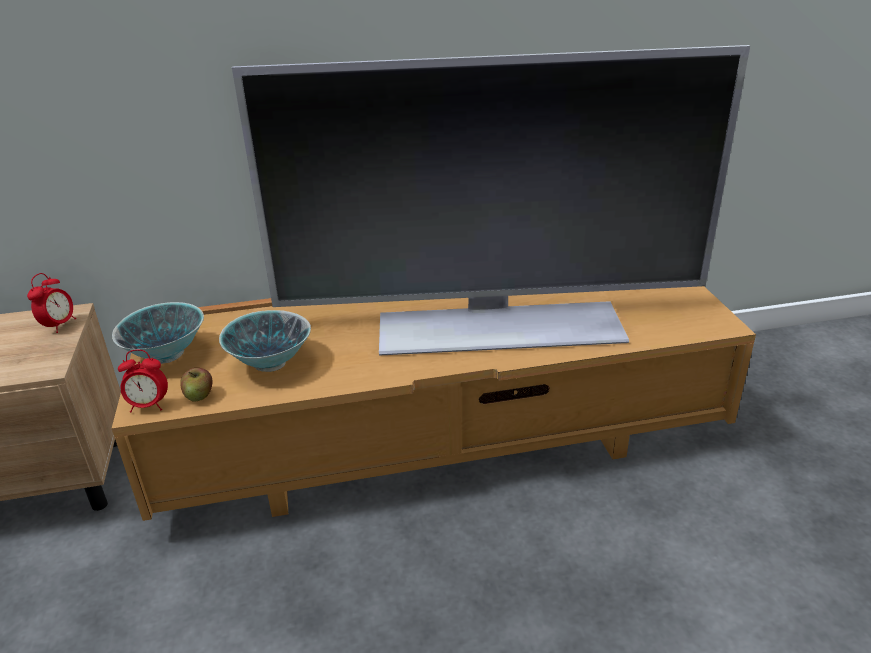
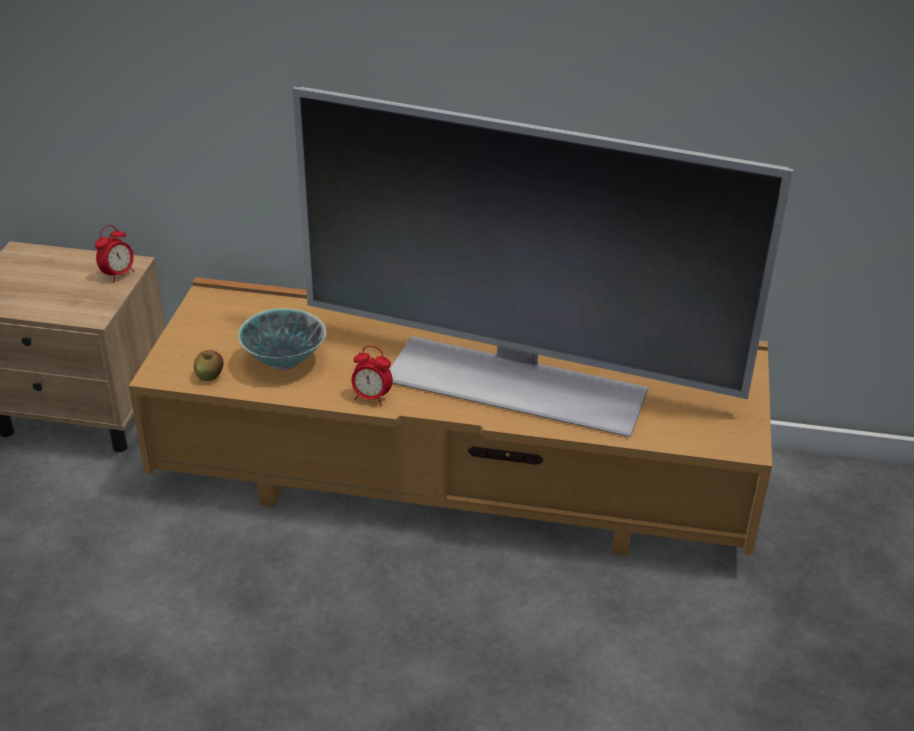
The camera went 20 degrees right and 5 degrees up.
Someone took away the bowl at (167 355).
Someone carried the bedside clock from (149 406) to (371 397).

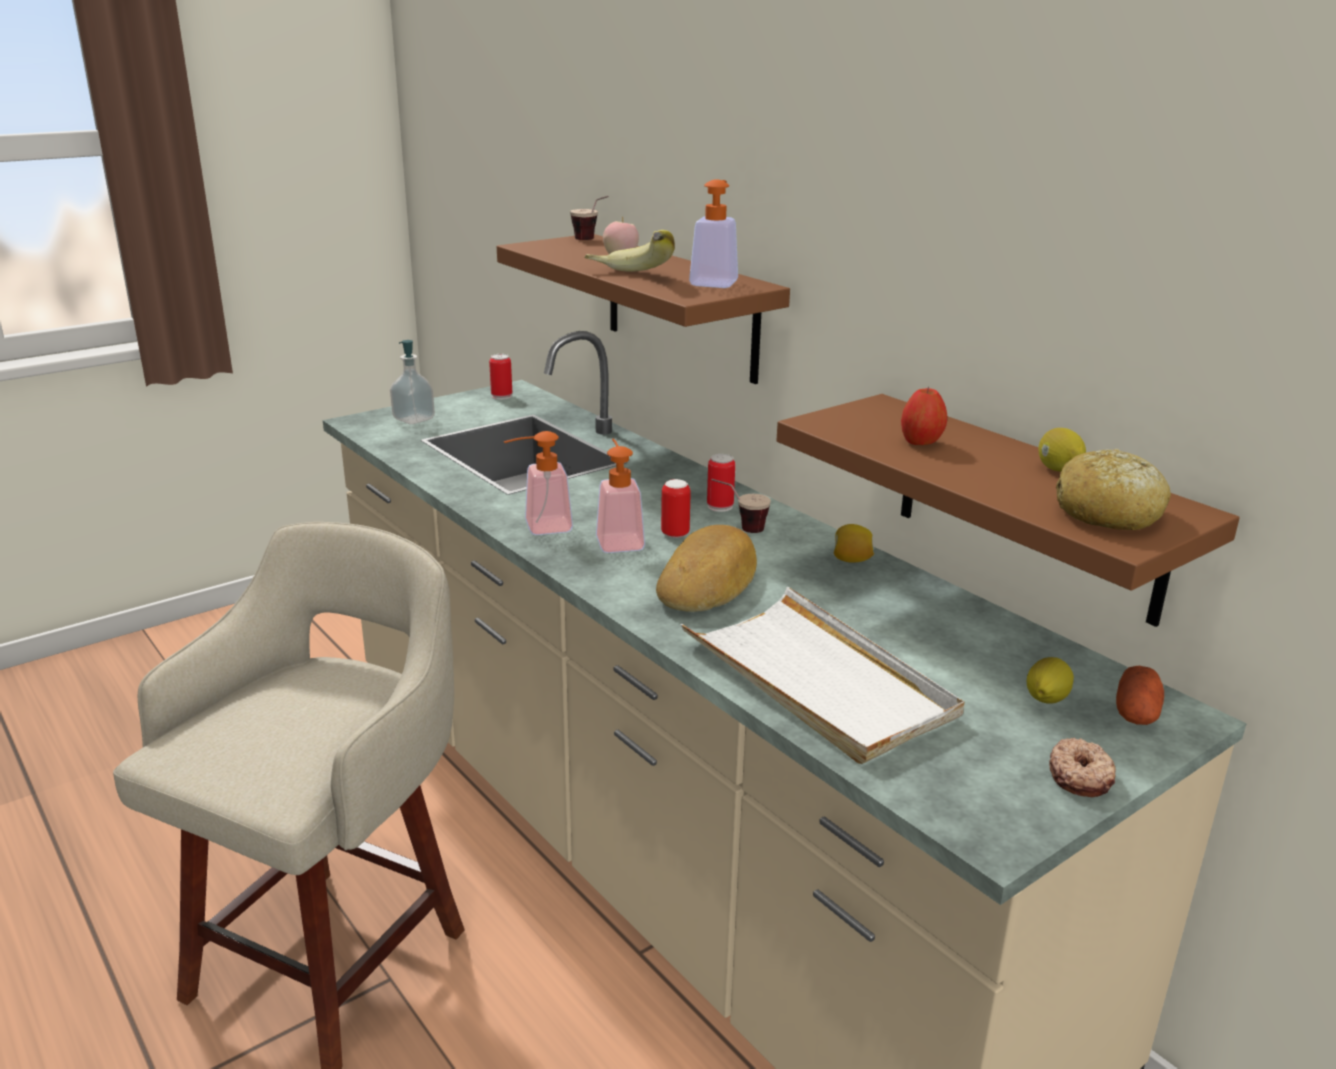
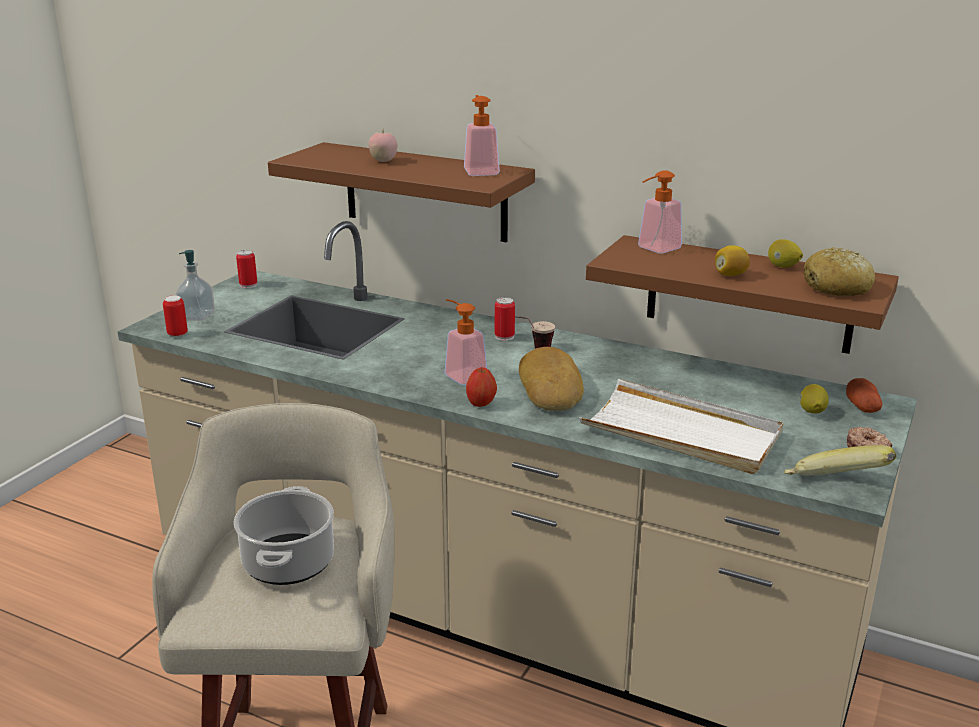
The camera went 25 degrees left and 0 degrees up.
Someone took away the small cup at (591 240).
Someone put down the stockpot at (289 563).
Someone carried the soap dispenser from (539 527) to (654 249).
Someone carried the banana fruit from (628 277) to (834 486).
Someone carried the sealed can from (675 534) to (177 334).
Someone carried the whole lemon from (851 560) to (730 275).
Someone carried the apple fruit from (921 443) to (481 403).

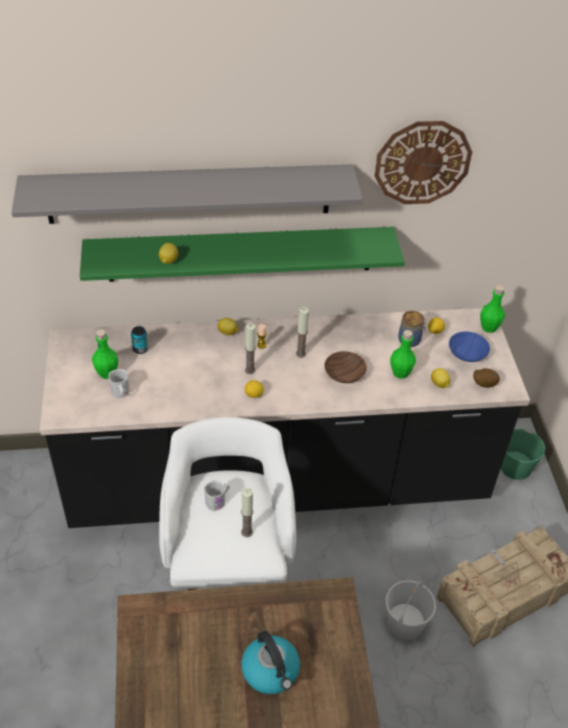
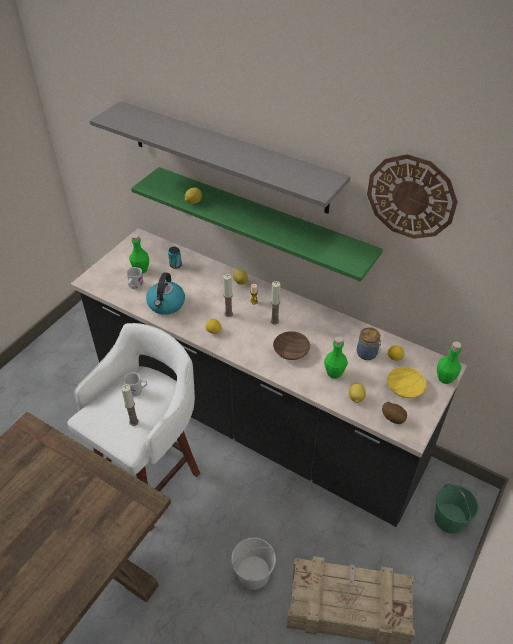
The camera went 40 degrees right and 0 degrees up.
Someone carried the water kettle from (271 671) to (166 304).
Someone repainted the blue-coloured bowl at (467 352), which became the yellow-coloured bowl at (405 387).

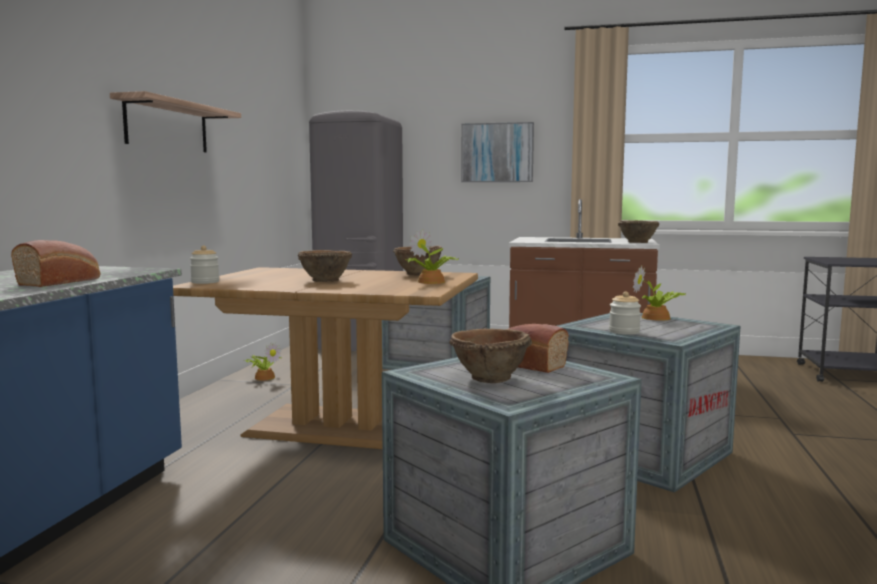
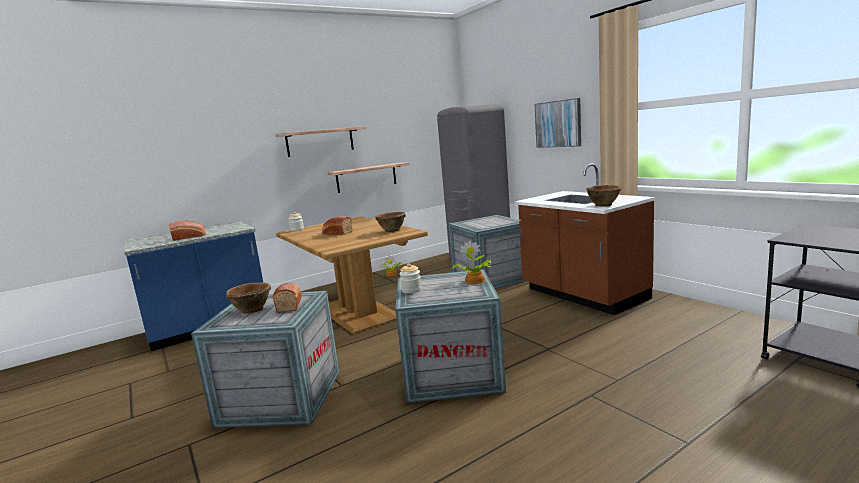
The camera went 45 degrees right and 5 degrees up.
Someone took away the houseplant at (431 282).
Someone put up the wall shelf at (366 177).
Someone swapped the brown bowl at (325 280) for the bakery bread at (336 233).

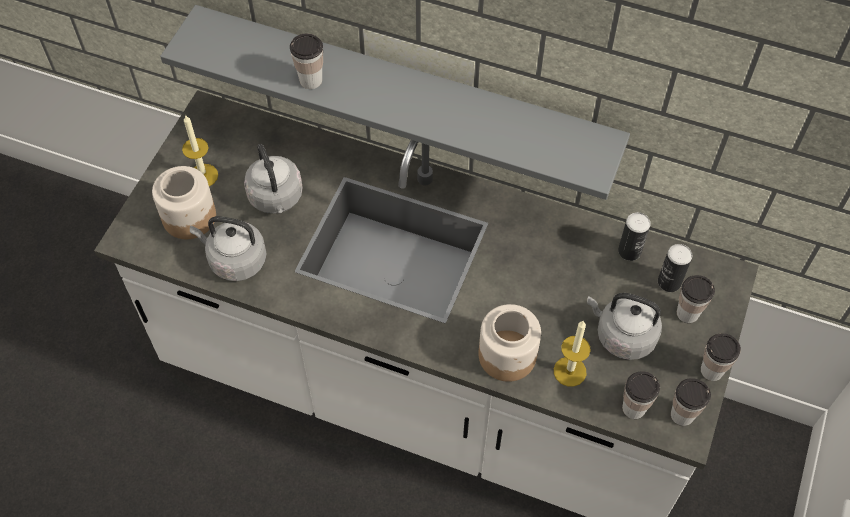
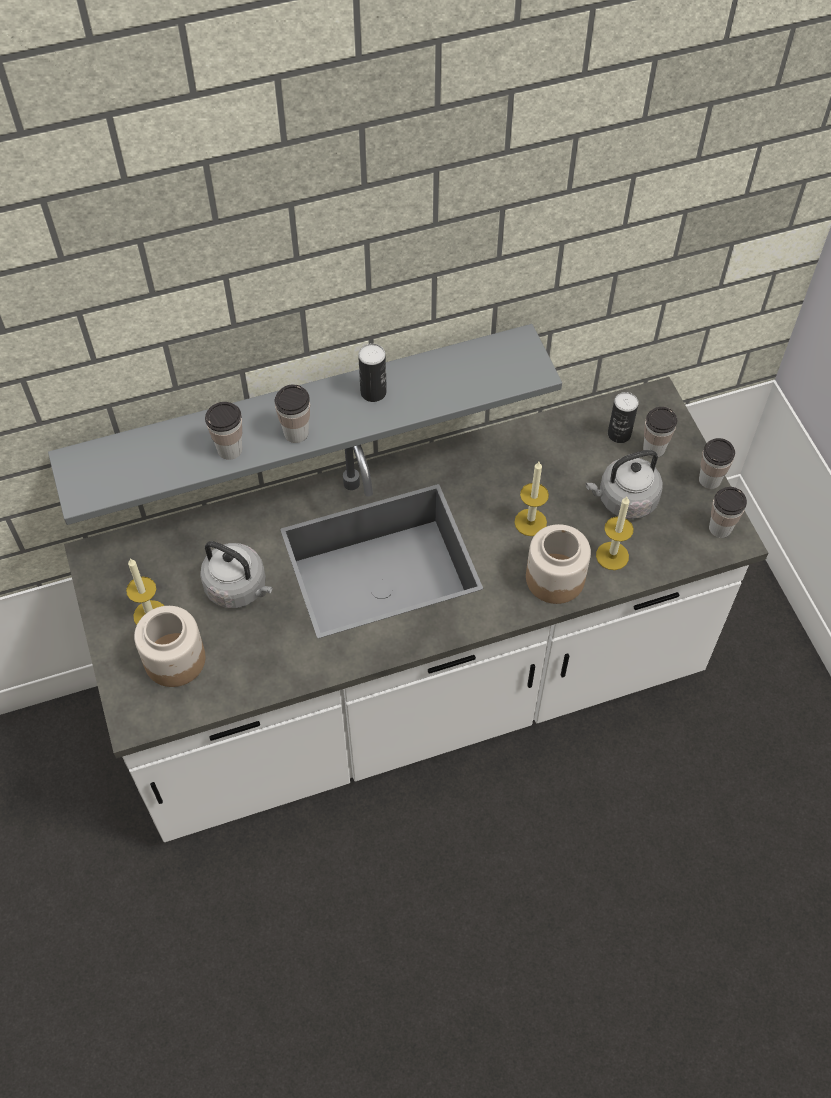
The camera went 40 degrees left and 0 degrees up.
Someone took away the greyish water kettle at (235 260).
Someone put down the candle at (530 522).
Someone carried the sealed can from (629 251) to (373 392).
Someone carried the small cup from (634 408) to (296 433).

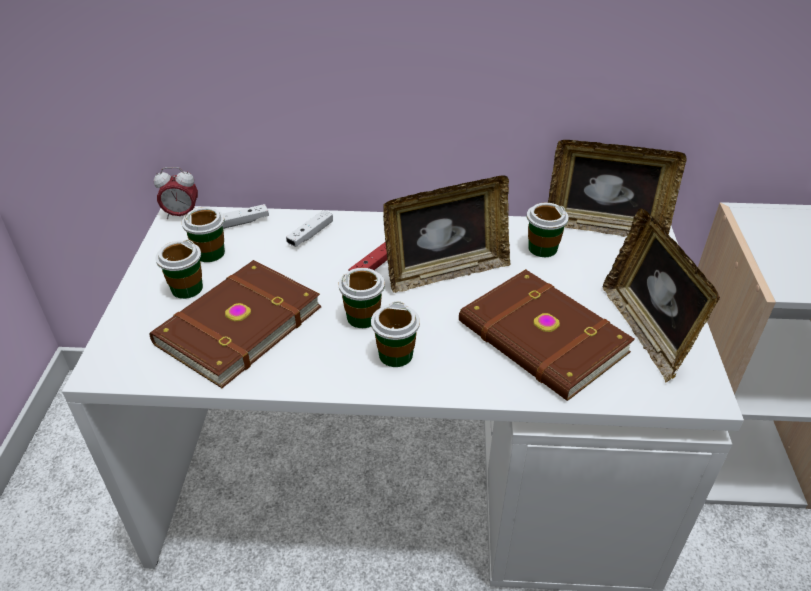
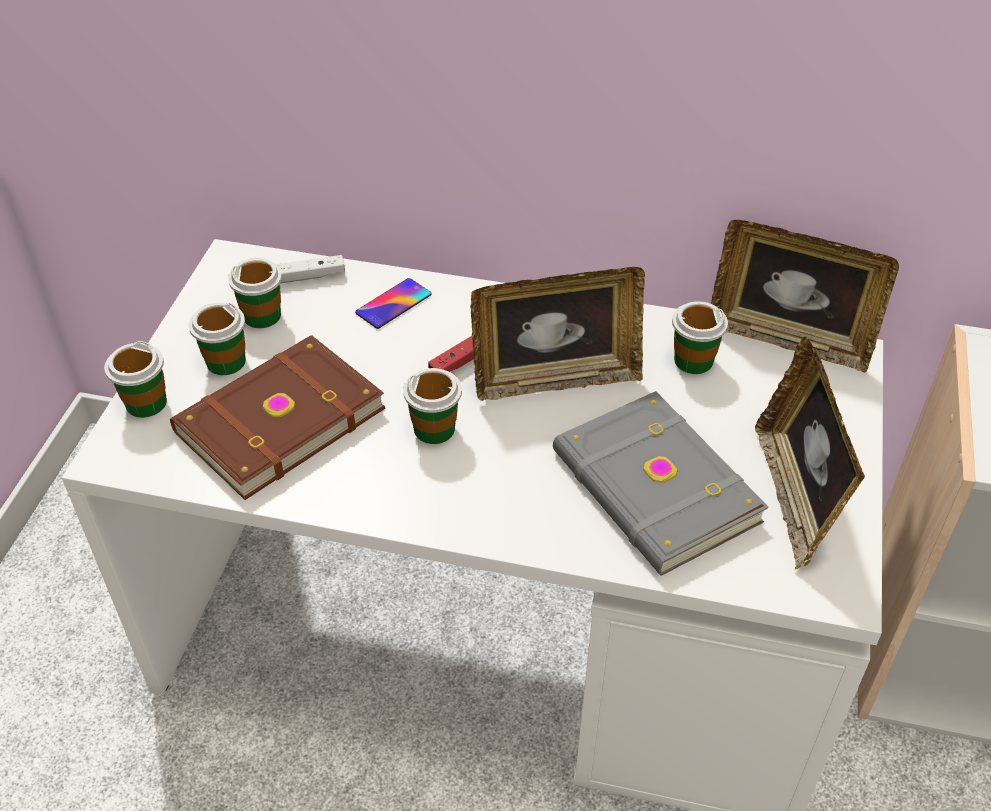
The camera went 10 degrees right and 5 degrees up.
Someone took away the bedside clock at (182 215).
Someone carried the small cup from (395 355) to (146 403).
Someone swapped the white-coloured gamepad at (310 234) for the phone at (393 304).
Someone repainted the brown volume at (541 339), which became the greyish volume at (653 489).

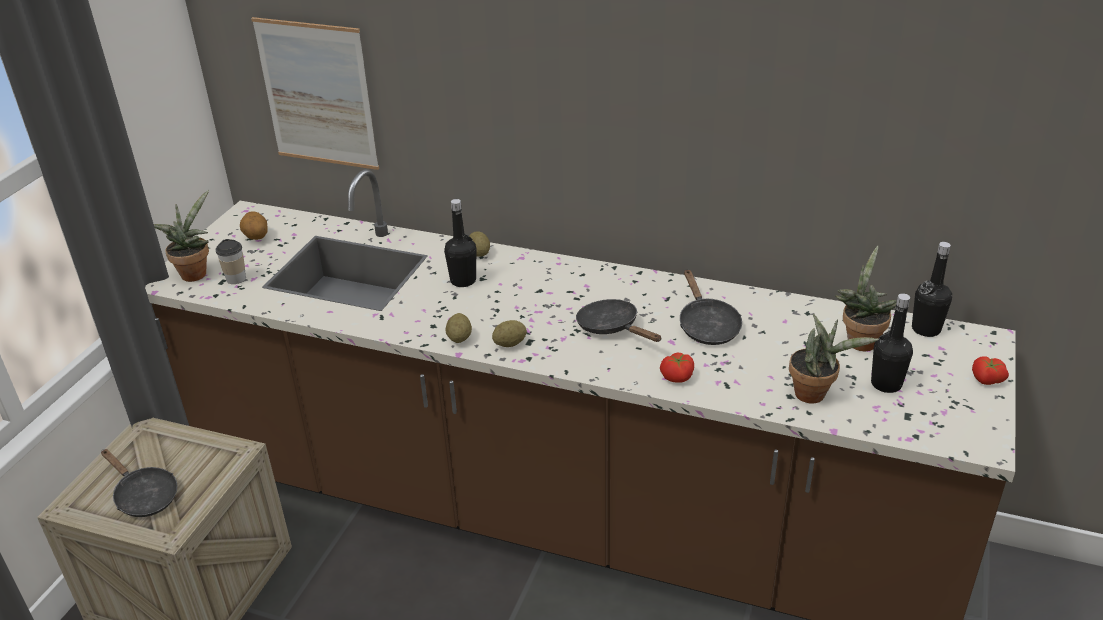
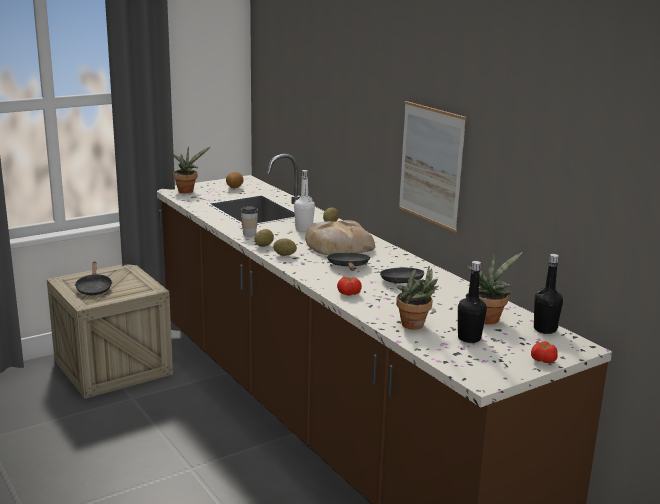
The camera went 35 degrees right and 15 degrees down.
Someone put down the bakery bread at (337 245).
Someone carried the small cup from (236 279) to (249 234).
Someone carried the wall art from (317 94) to (431 165).
Someone repainted the black beverage bottle at (463 280), which became the white-coloured beverage bottle at (304 228).
Someone rotated the black pan at (707 325) by 135 degrees clockwise.

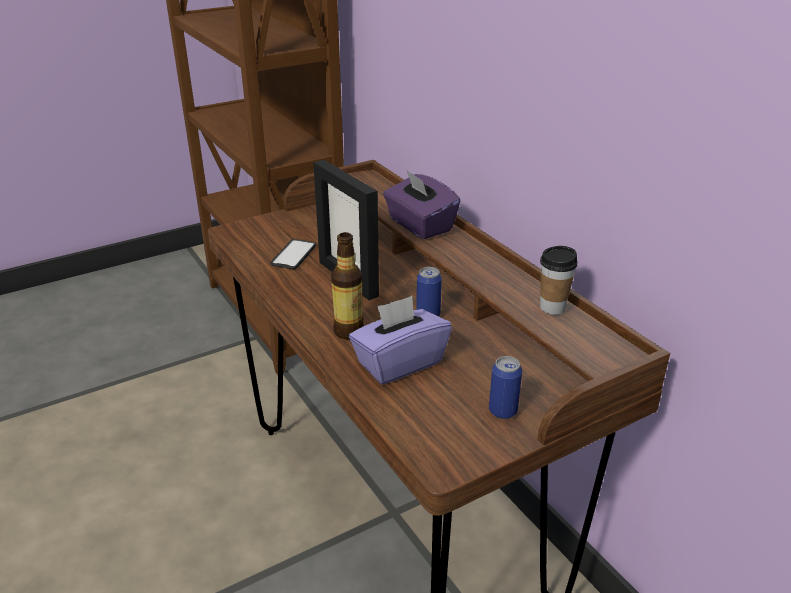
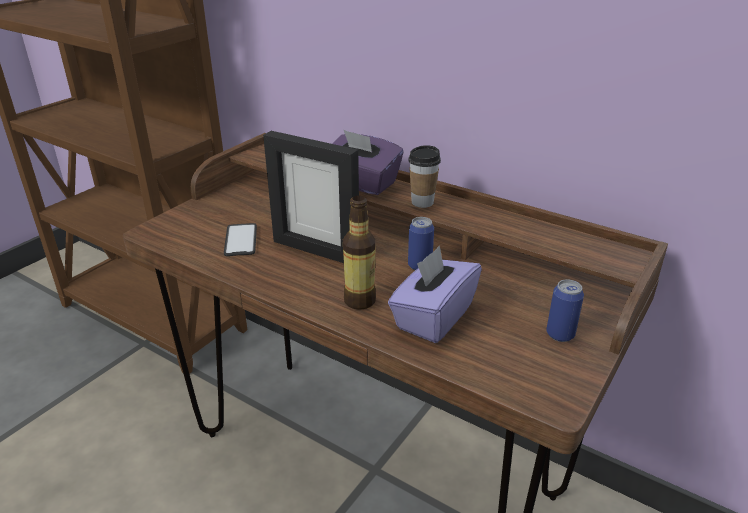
The camera went 25 degrees left and 0 degrees up.
Someone carried the small cup from (552 308) to (422 202).

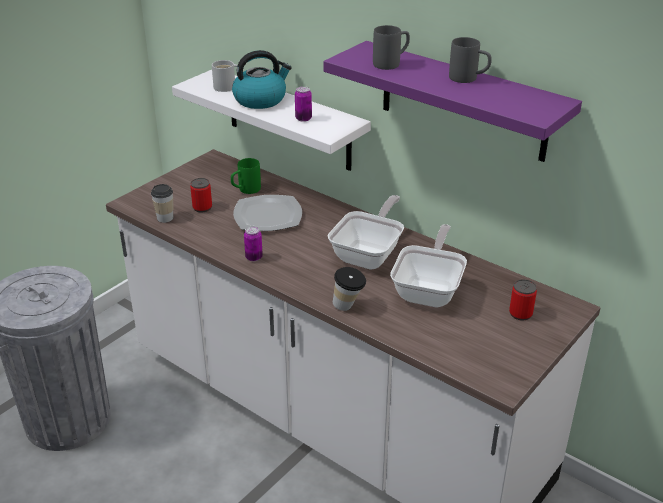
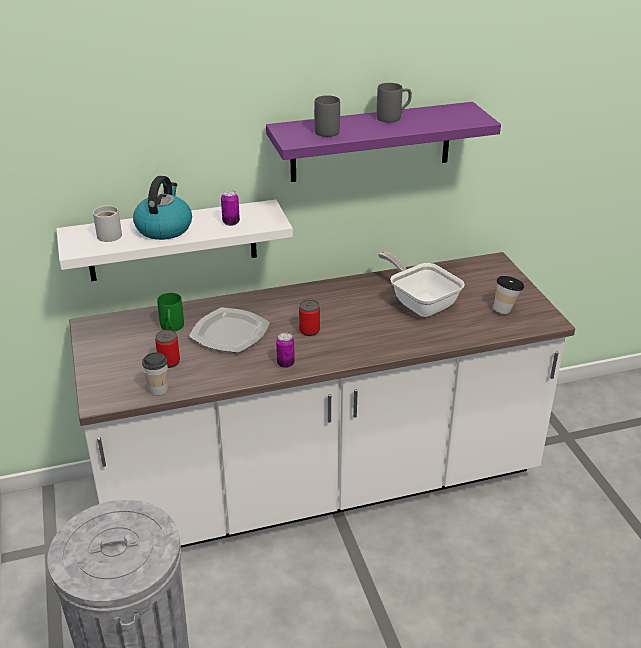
The camera went 55 degrees left and 0 degrees up.
Someone took away the pan at (369 254).
Someone carried the small cup from (348 307) to (505 309).
Someone carried the sealed can from (520 314) to (309 330).

